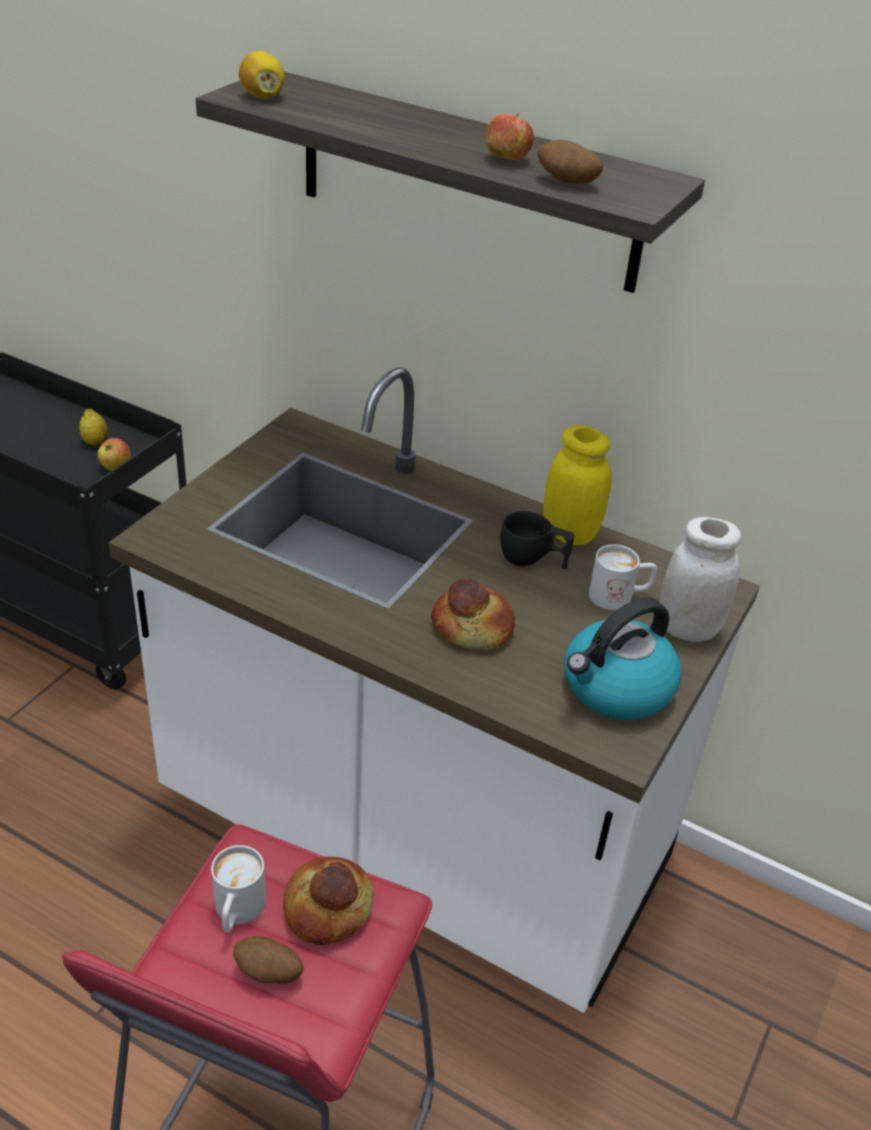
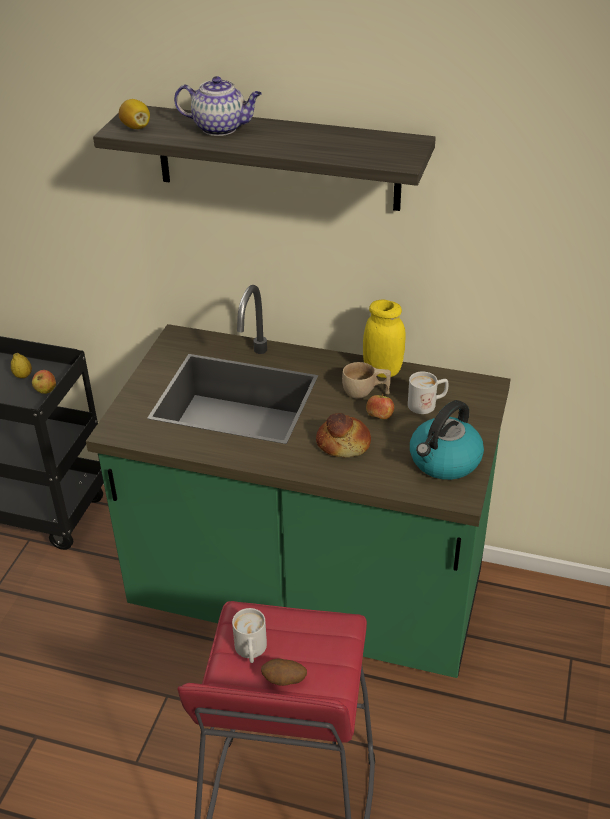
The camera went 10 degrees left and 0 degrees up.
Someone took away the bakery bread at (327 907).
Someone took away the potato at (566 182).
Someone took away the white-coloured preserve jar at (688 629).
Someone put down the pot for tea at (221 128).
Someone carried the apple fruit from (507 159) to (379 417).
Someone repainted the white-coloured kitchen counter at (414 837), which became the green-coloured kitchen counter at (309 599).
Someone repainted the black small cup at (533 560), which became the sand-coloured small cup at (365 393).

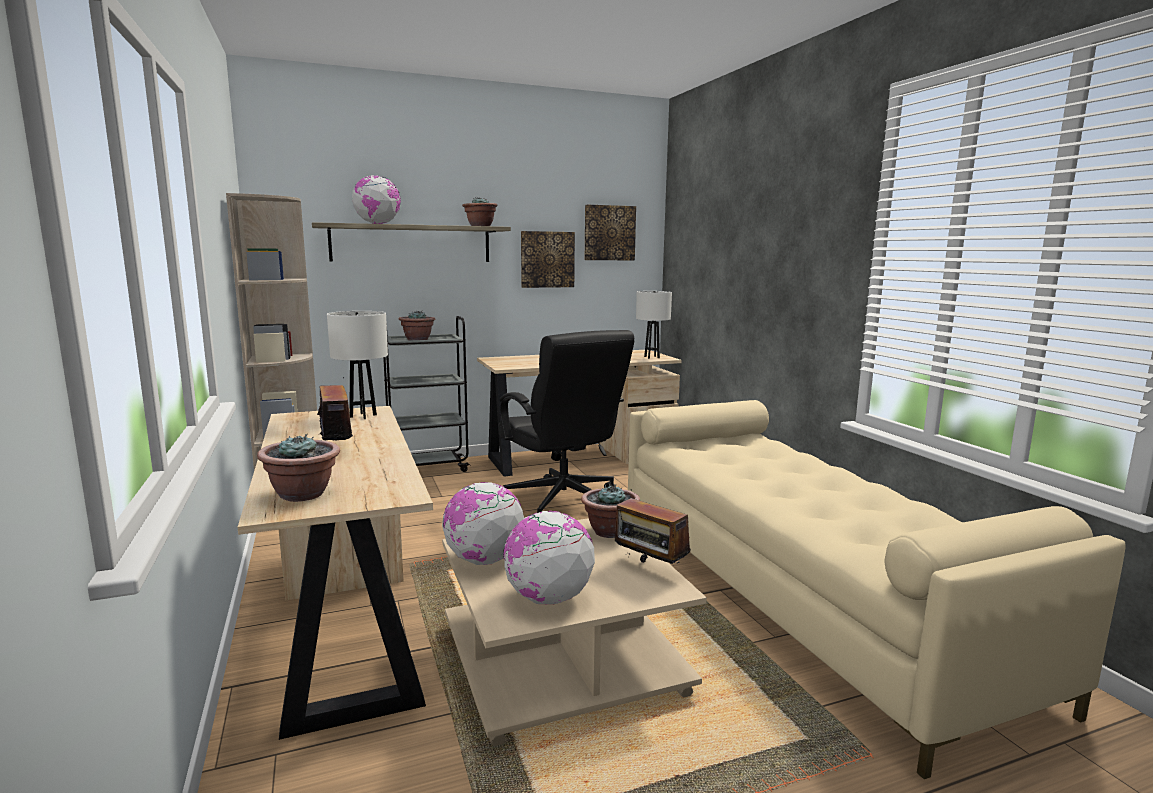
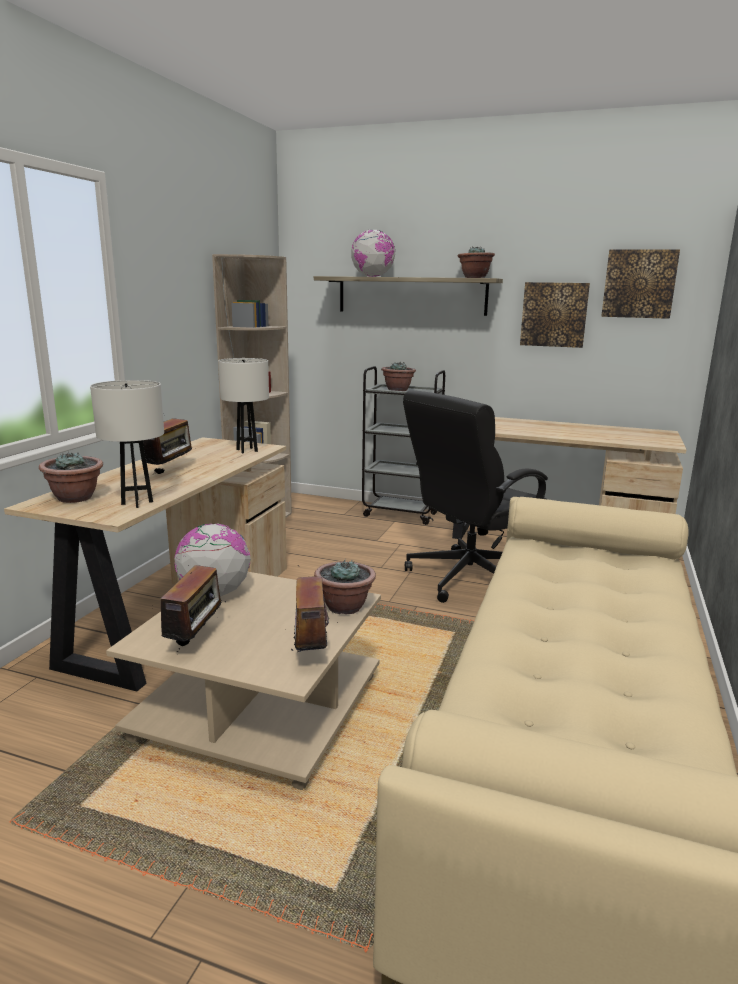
The camera went 40 degrees right and 5 degrees up.
Someone carried the white-coloured tabletop lamp from (651 357) to (137 503).
Someone swapped the desk globe at (548 598) for the radio at (196 639).
Someone rotated the black office chair at (563 501) by 45 degrees clockwise.

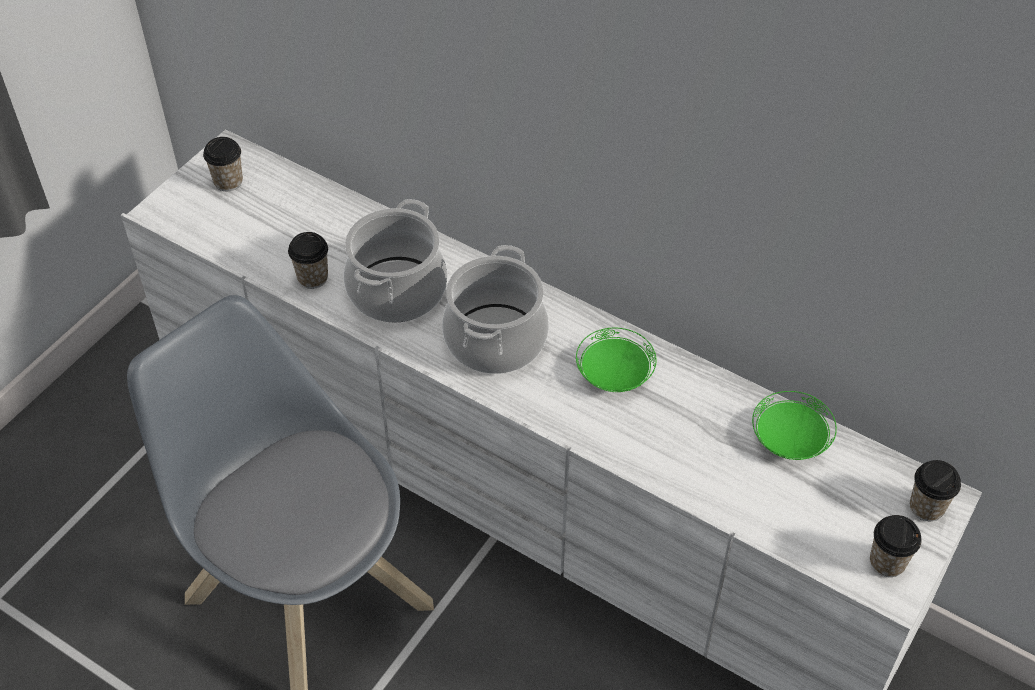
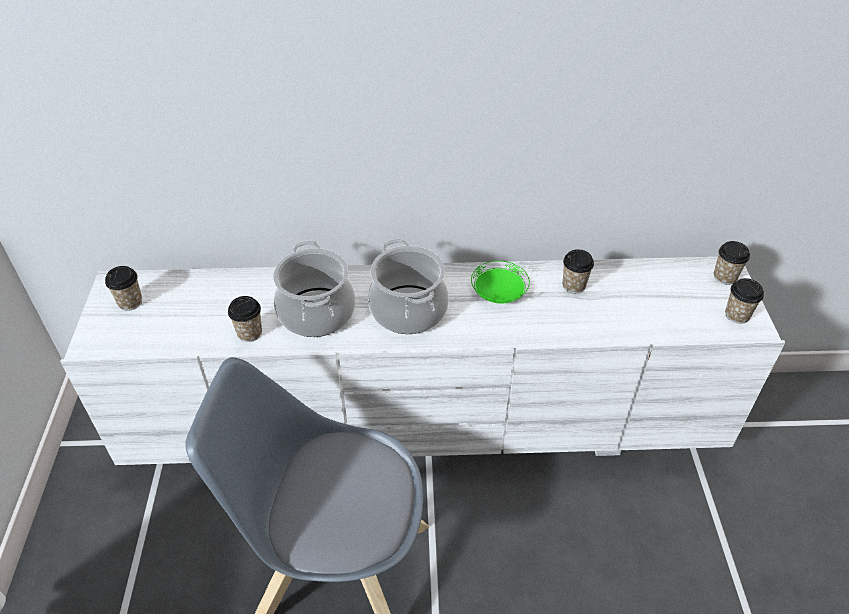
The camera went 35 degrees left and 5 degrees down.
Someone took away the green-coloured flat dish at (789 440).
Someone put down the small cup at (574 285).

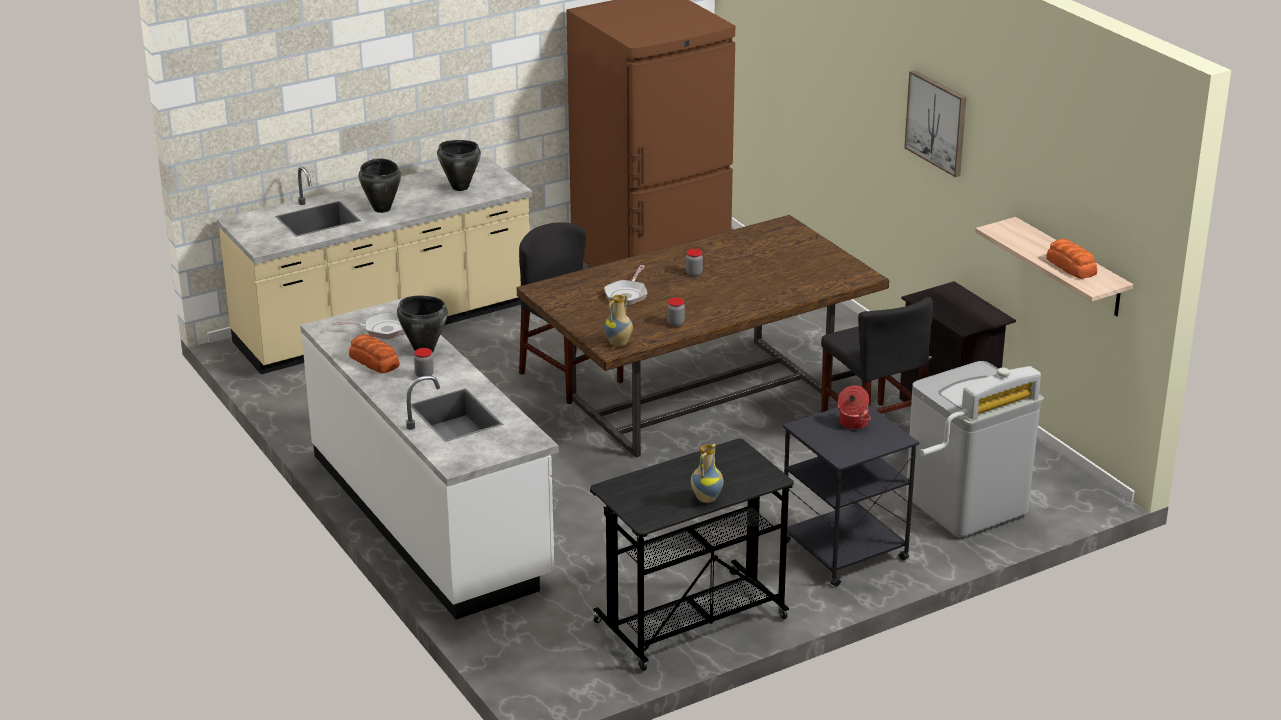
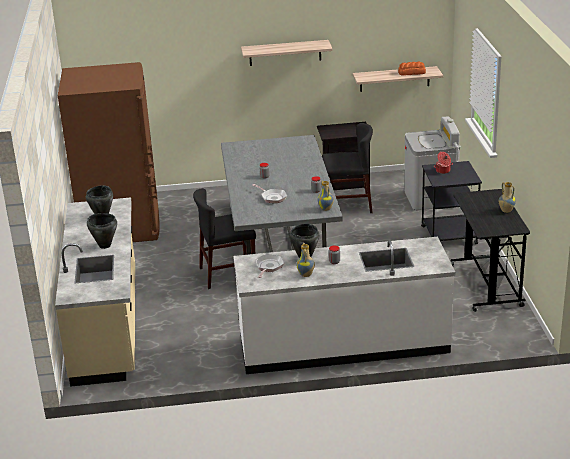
The camera went 65 degrees left and 0 degrees up.
Someone swapped the bakery bread at (374 361) for the vase at (306 274).
Someone swapped the wall art at (937 122) for the wall shelf at (285 53).
Someone repainted the brown dining table at (702 396), which became the greyish dining table at (280 241).

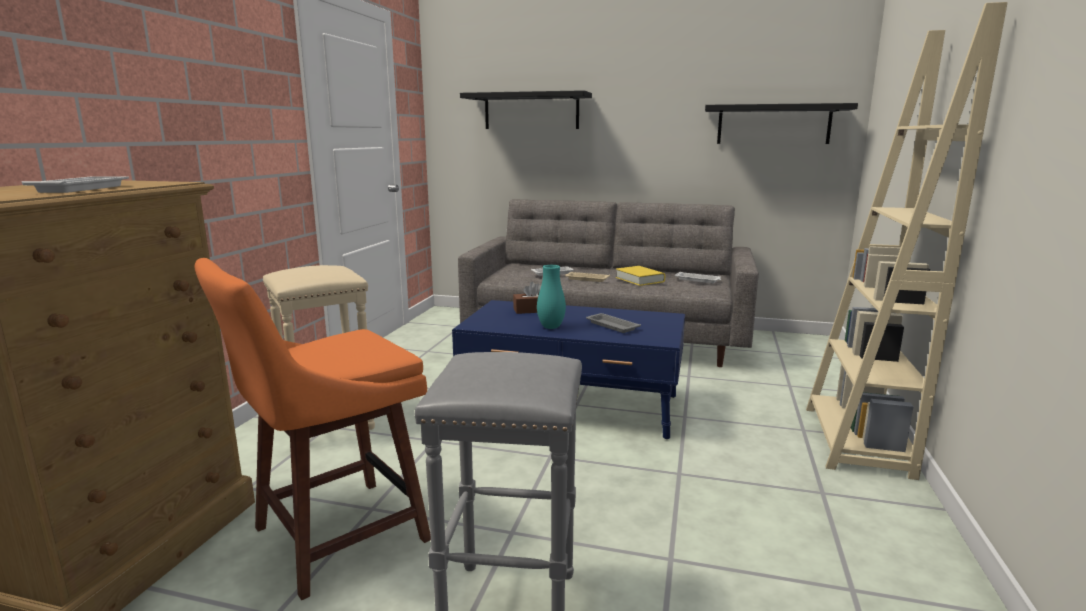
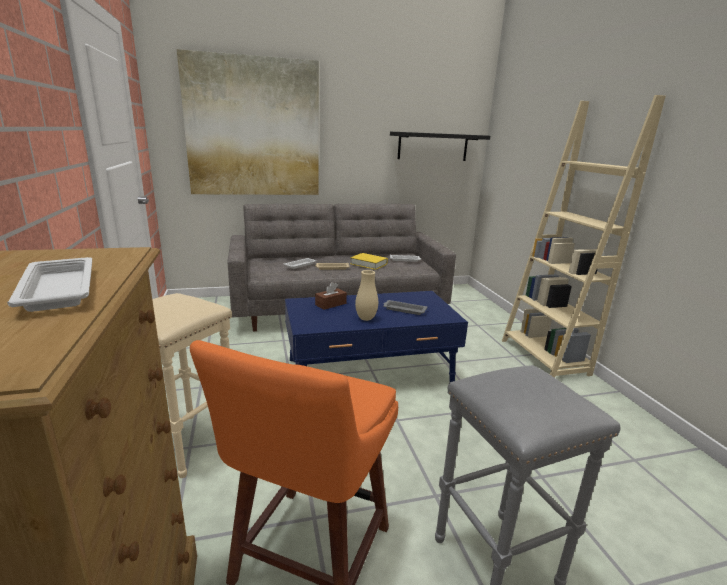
The camera went 30 degrees left and 5 degrees up.
Someone swapped the black wall shelf at (531 111) for the wall art at (253 128).
Someone repainted the turquoise vase at (551 327), which became the sand-coloured vase at (366 318).

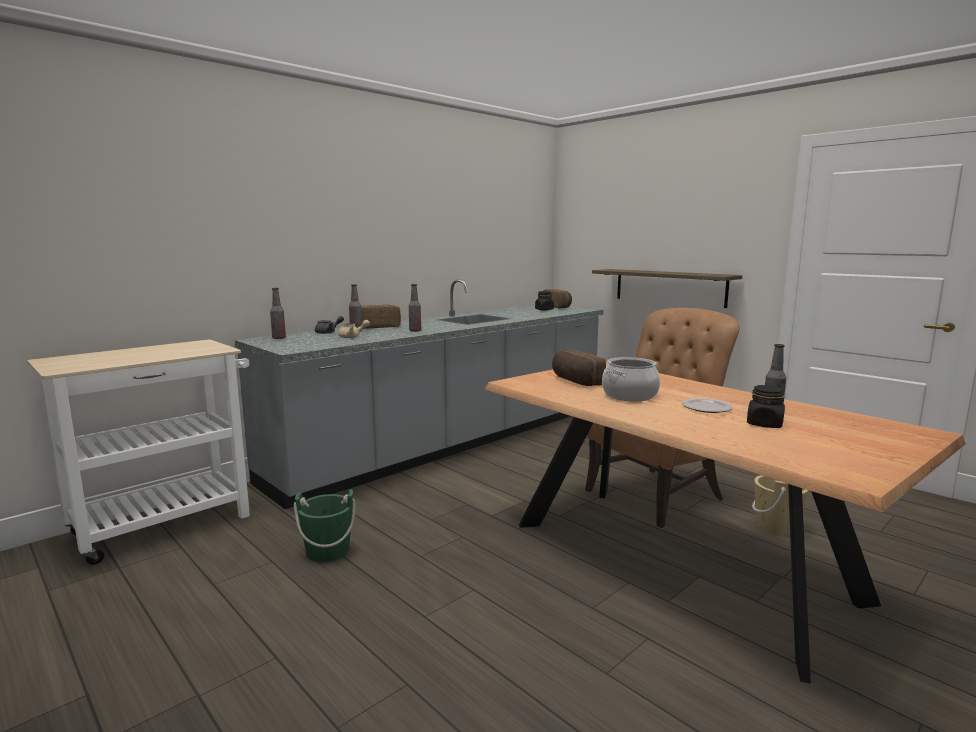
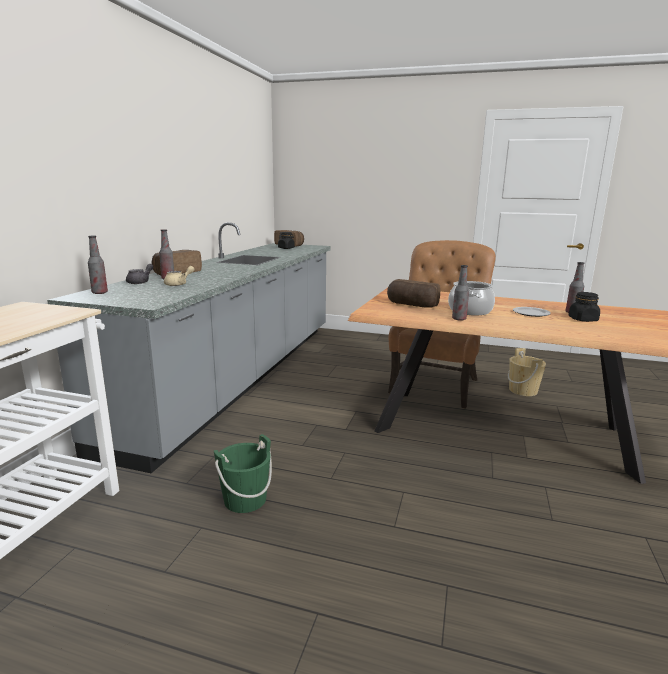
The camera went 30 degrees left and 5 degrees up.
Someone took away the wall shelf at (669 287).
Someone carried the beverage bottle from (415 330) to (459 319).

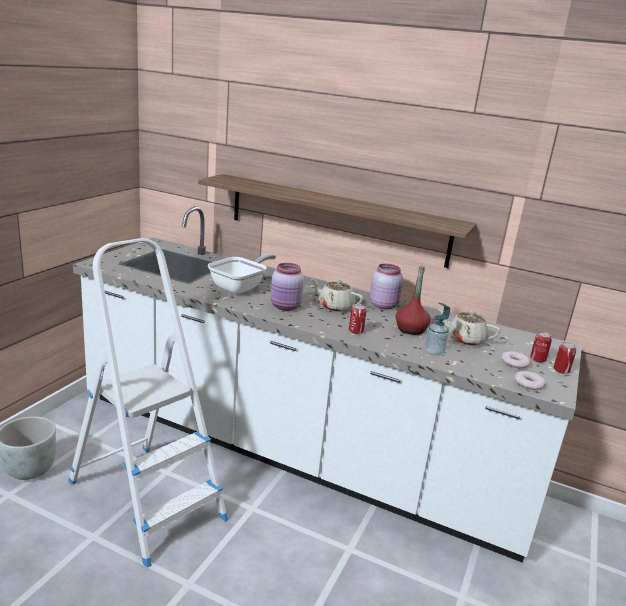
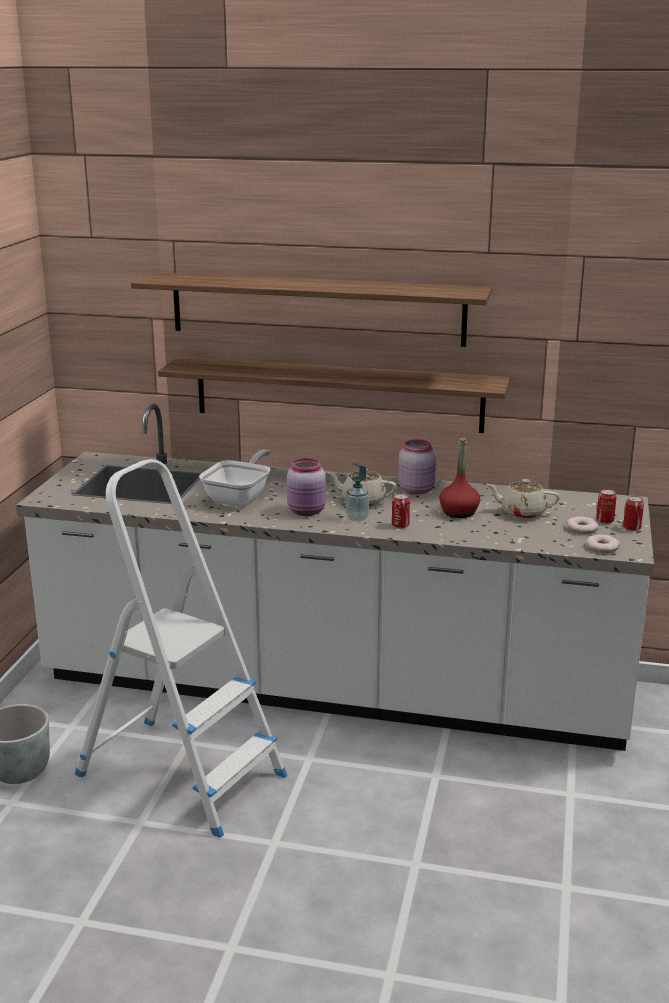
The camera went 10 degrees left and 0 degrees up.
Someone put up the wall shelf at (316 308).
Someone carried the soap dispenser from (434 351) to (357 517).

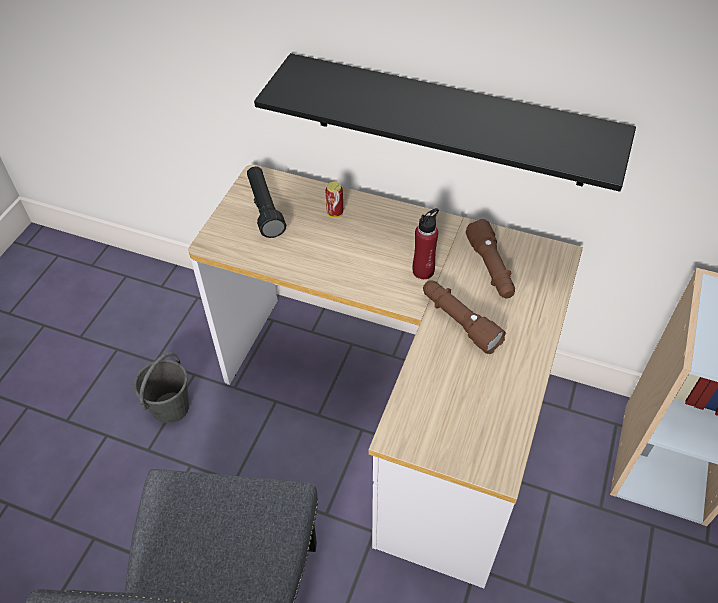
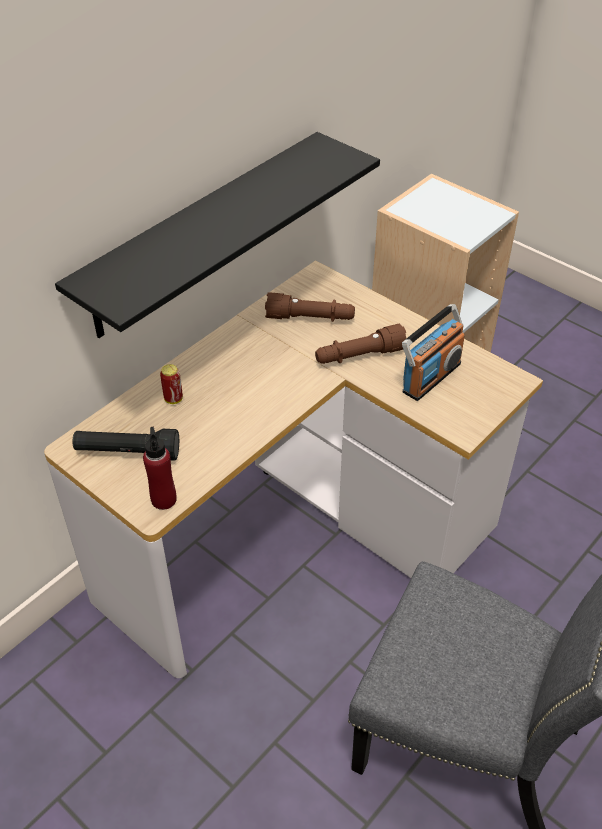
The camera went 70 degrees left and 5 degrees down.
Someone took away the greyish pail at (171 407).
Someone put down the radio at (430 377).
Someone carried the red-coloured beverage bottle from (423 271) to (164 499).

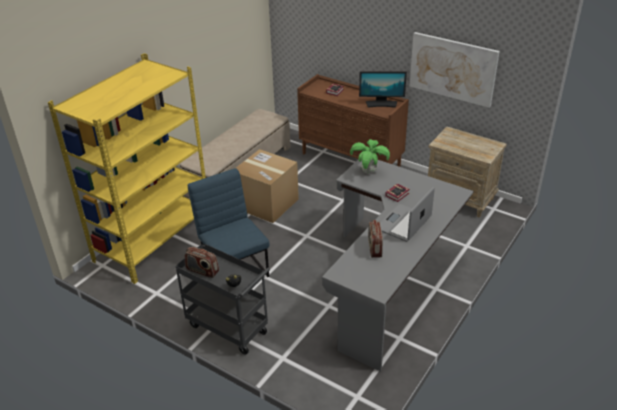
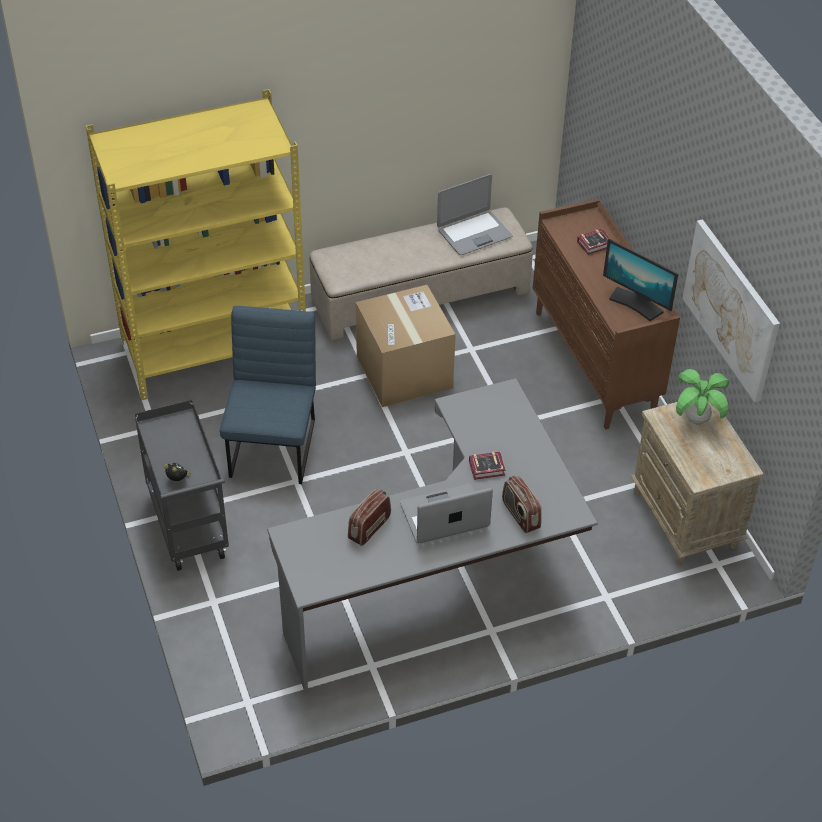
The camera went 35 degrees right and 10 degrees up.
Someone put down the laptop at (474 233).
Someone carried the radio from (202 271) to (520 515).
Someone carried the houseplant from (368 172) to (696 419).

